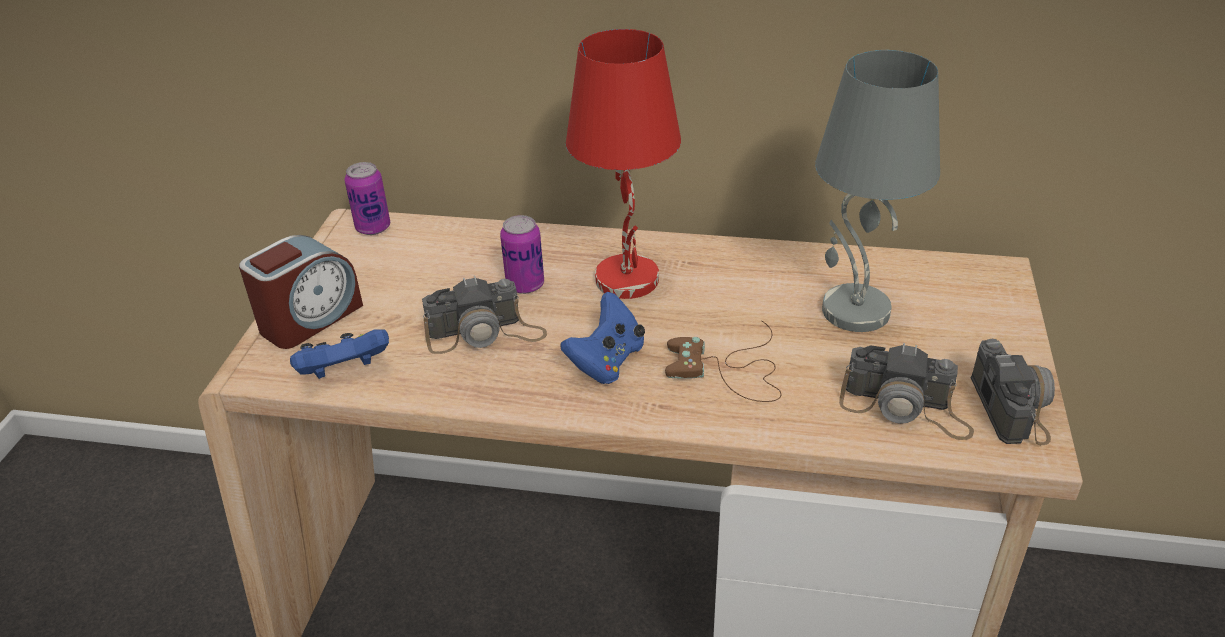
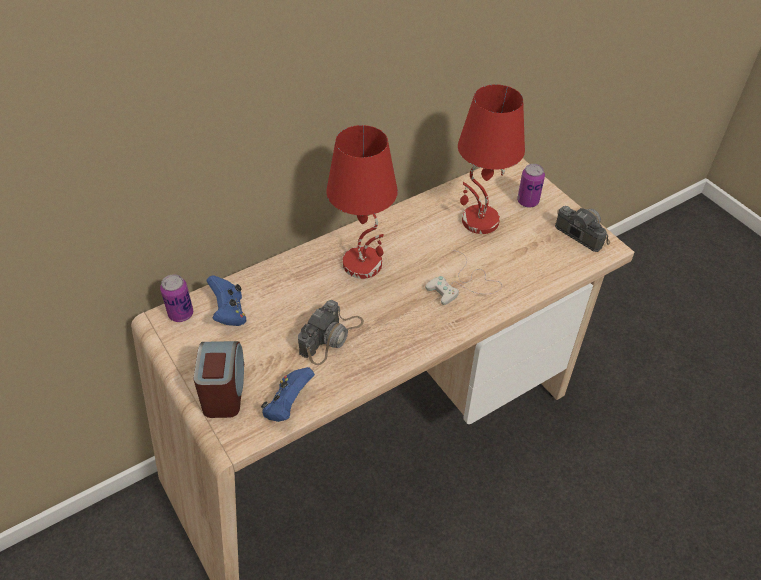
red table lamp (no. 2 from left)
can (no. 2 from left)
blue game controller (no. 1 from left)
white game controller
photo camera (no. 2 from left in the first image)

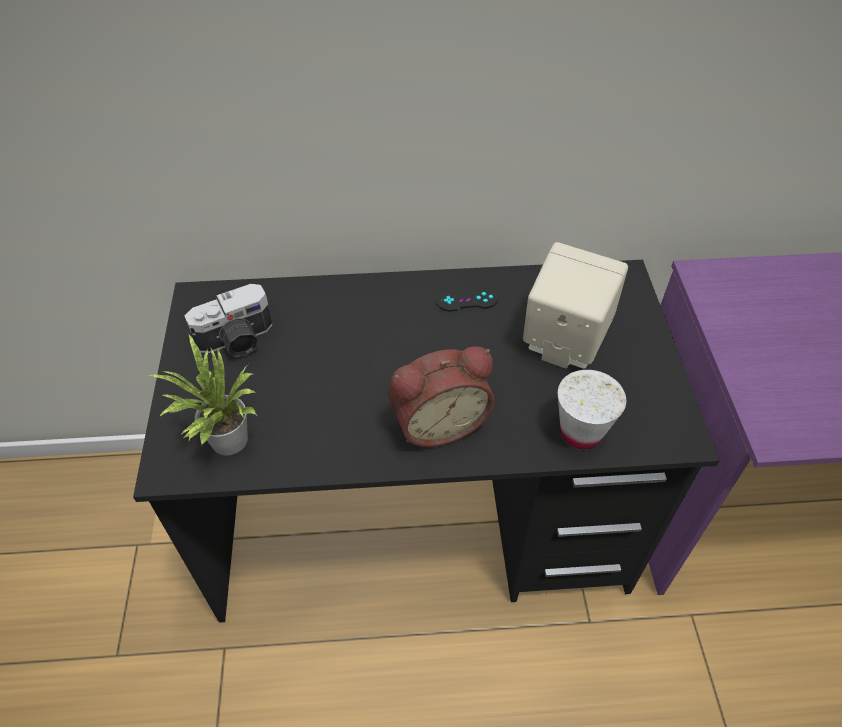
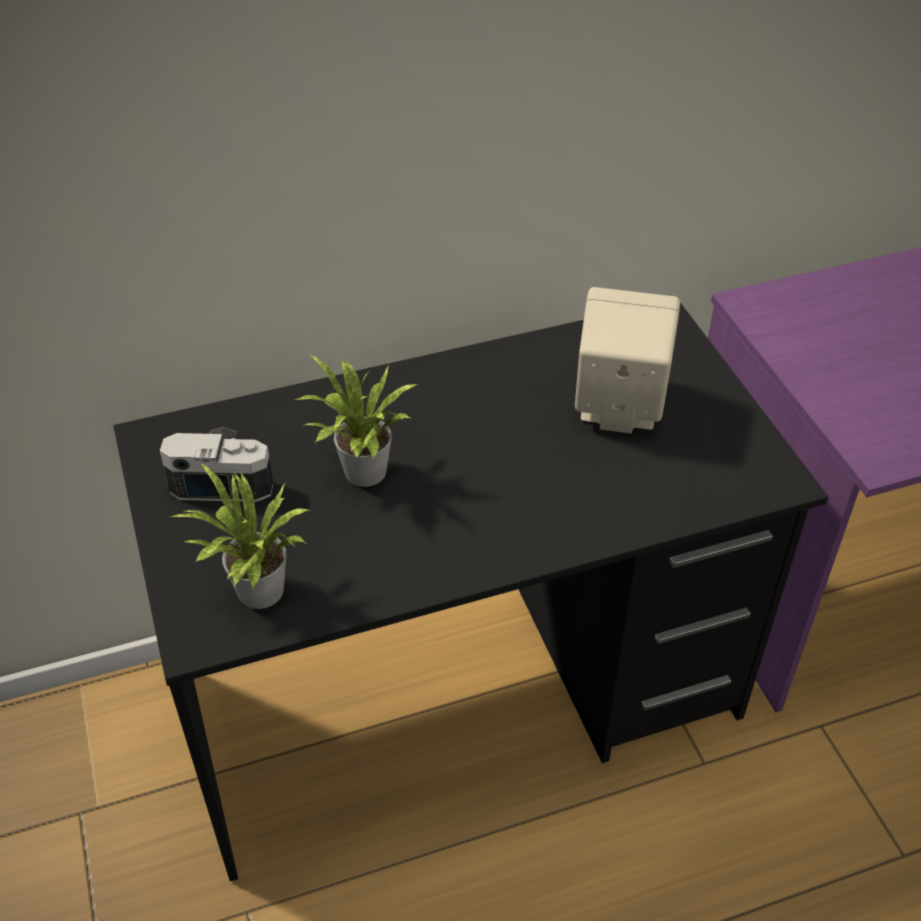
photo camera
black game controller
alarm clock
white cup
potted plant (no. 2 from left)

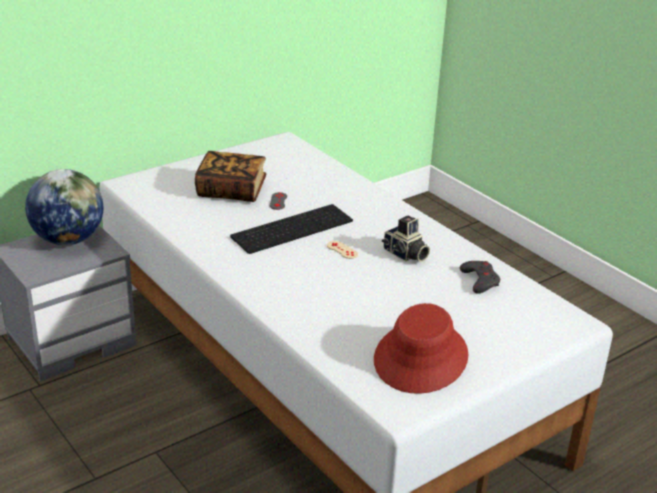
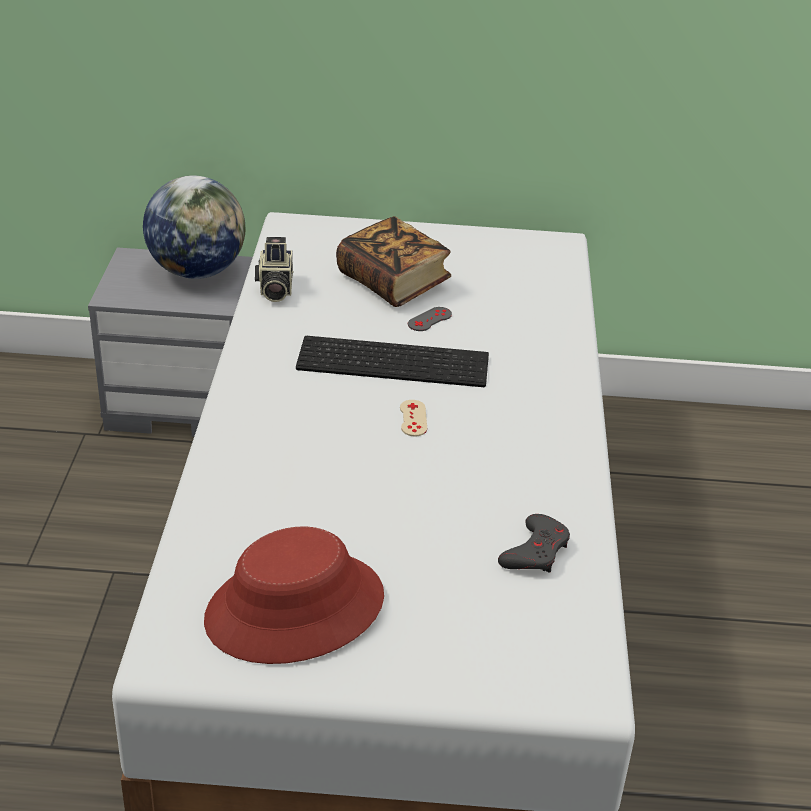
photo camera

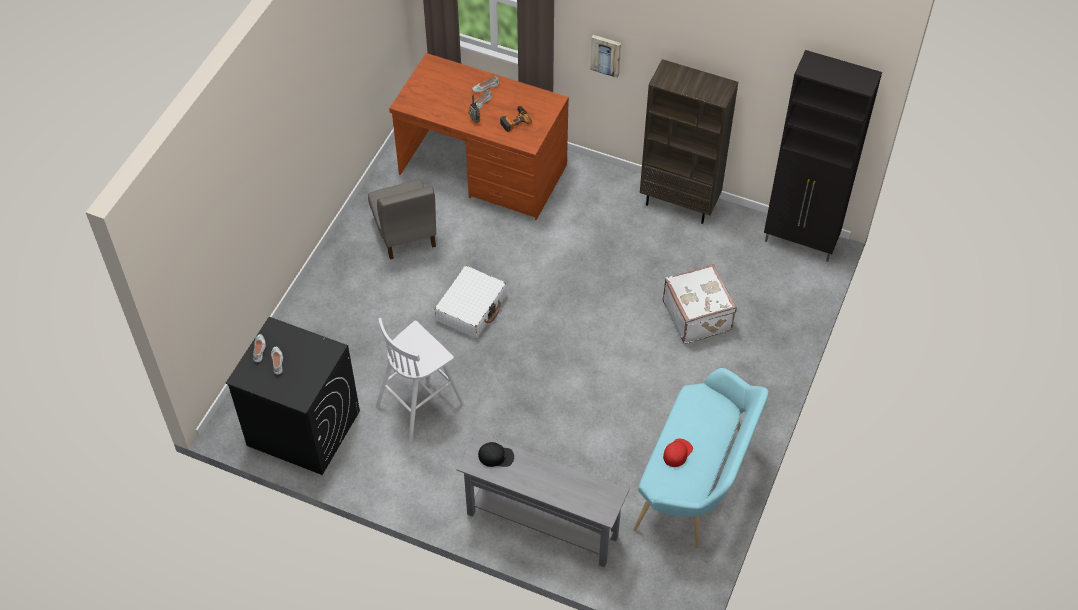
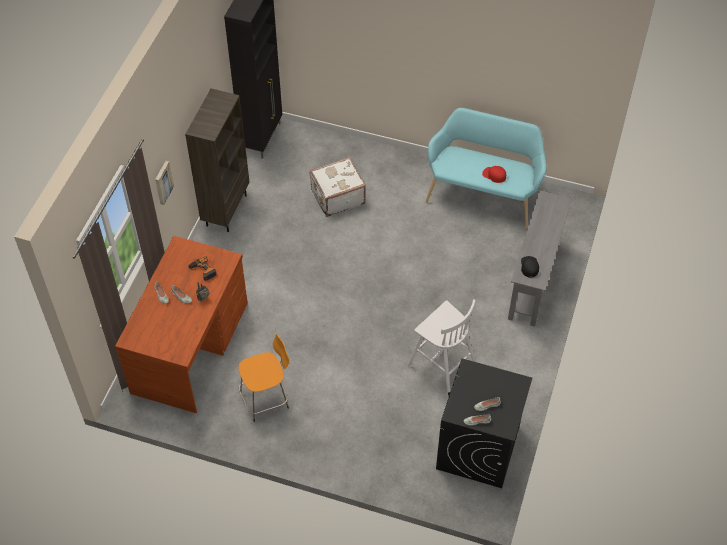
orange stool
white suitcase (no. 1 from left in the first image)

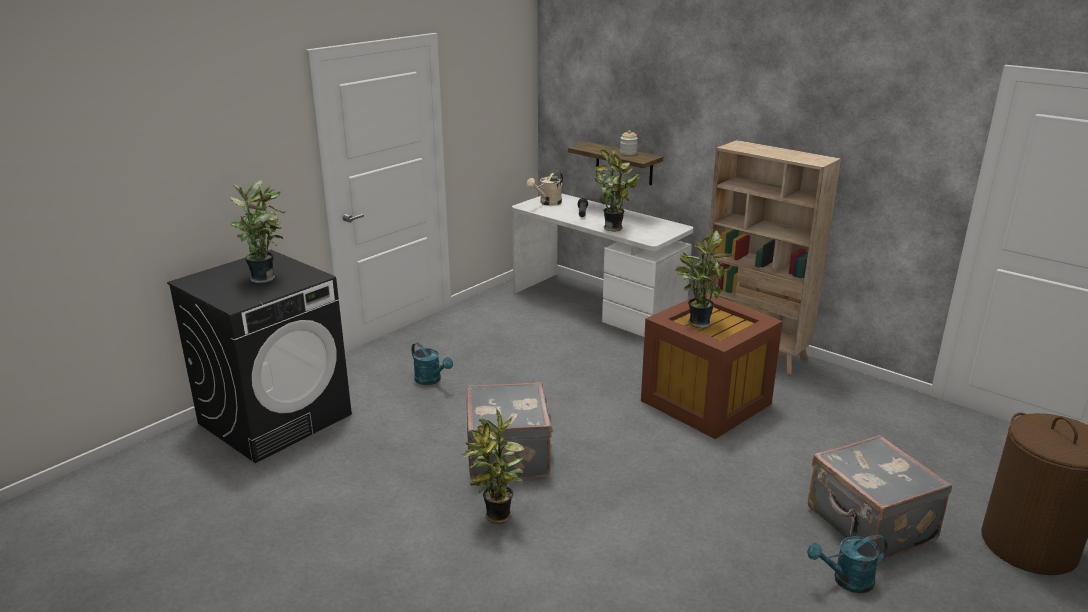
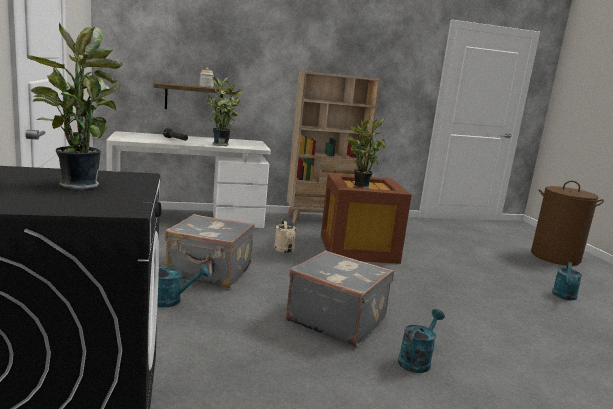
beige watering can
turquoise watering can (no. 2 from left)
grey suitcase (no. 1 from left)

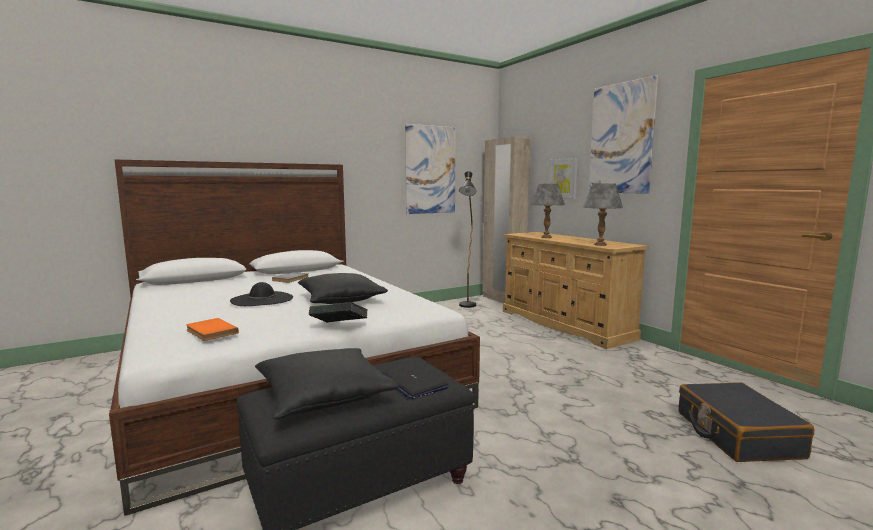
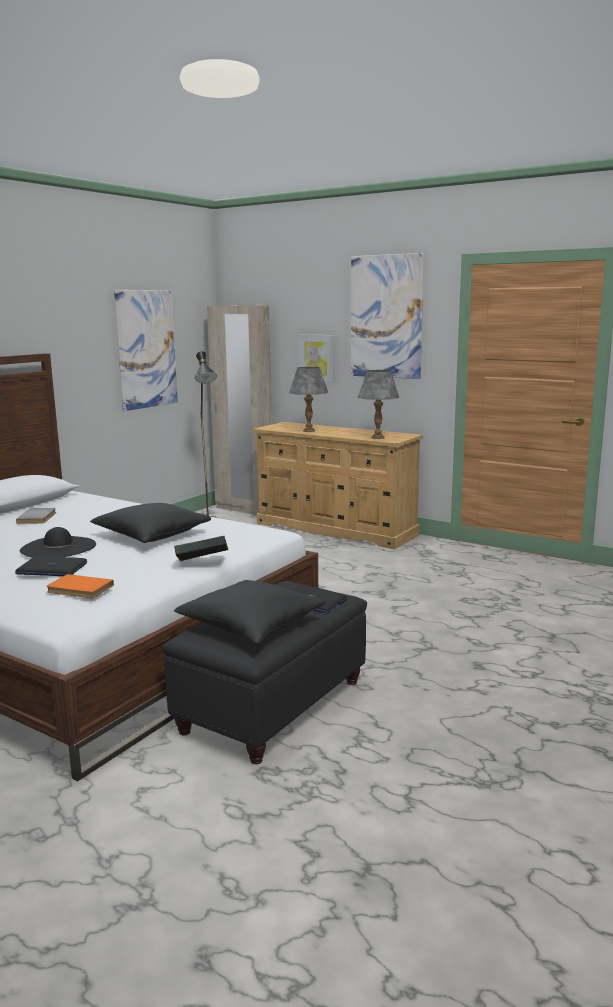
black suitcase
laptop (no. 1 from left)

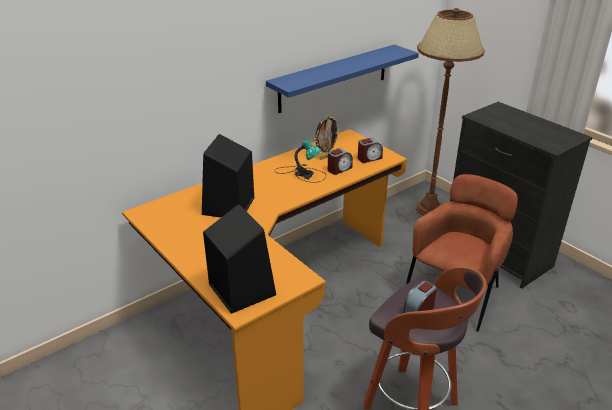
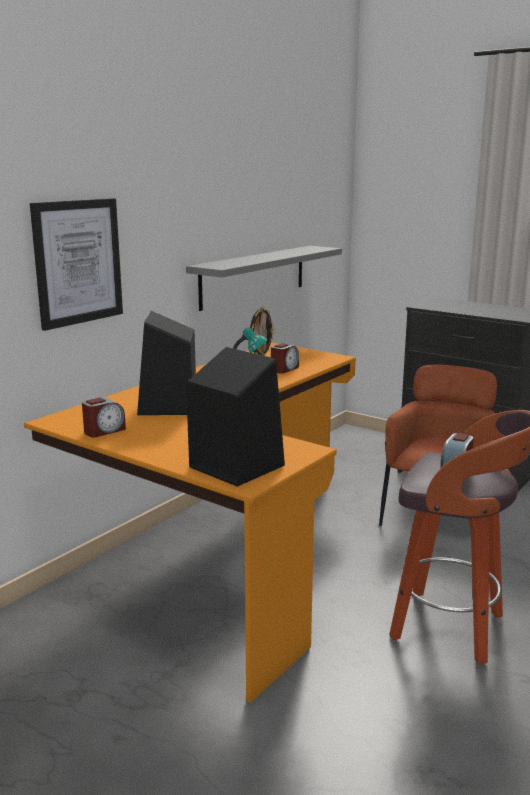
brown floor lamp
grey shelf
alarm clock (no. 1 from left)
picture

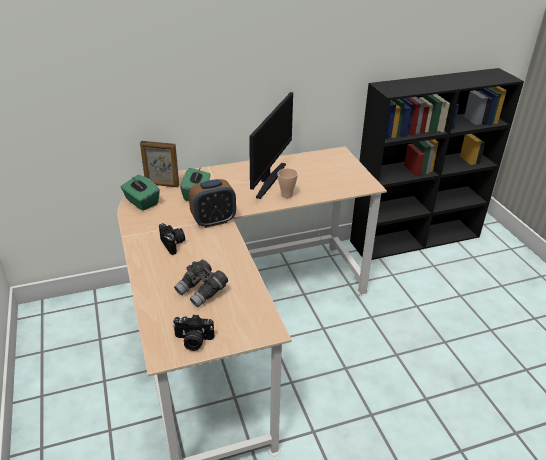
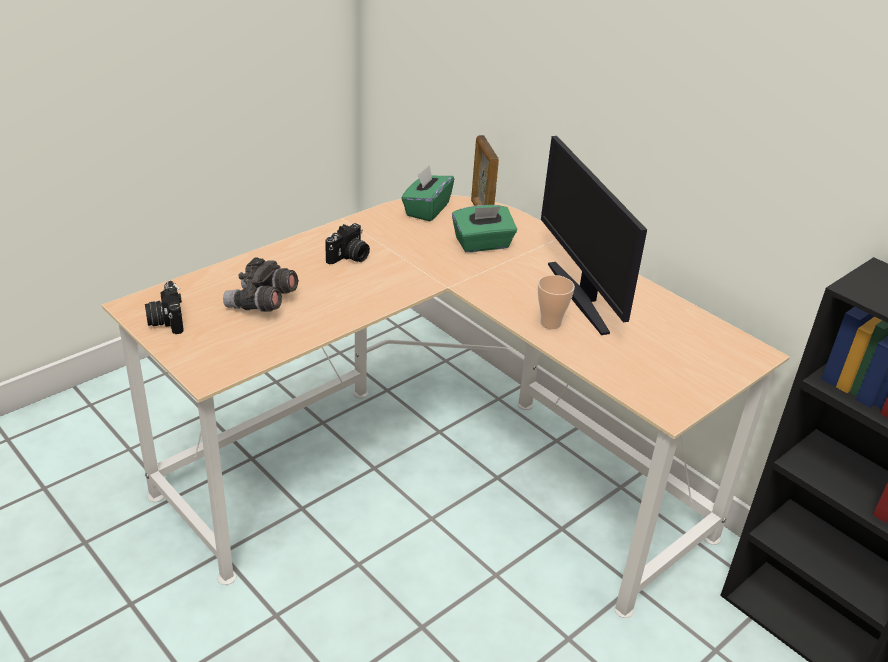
monitor
alarm clock

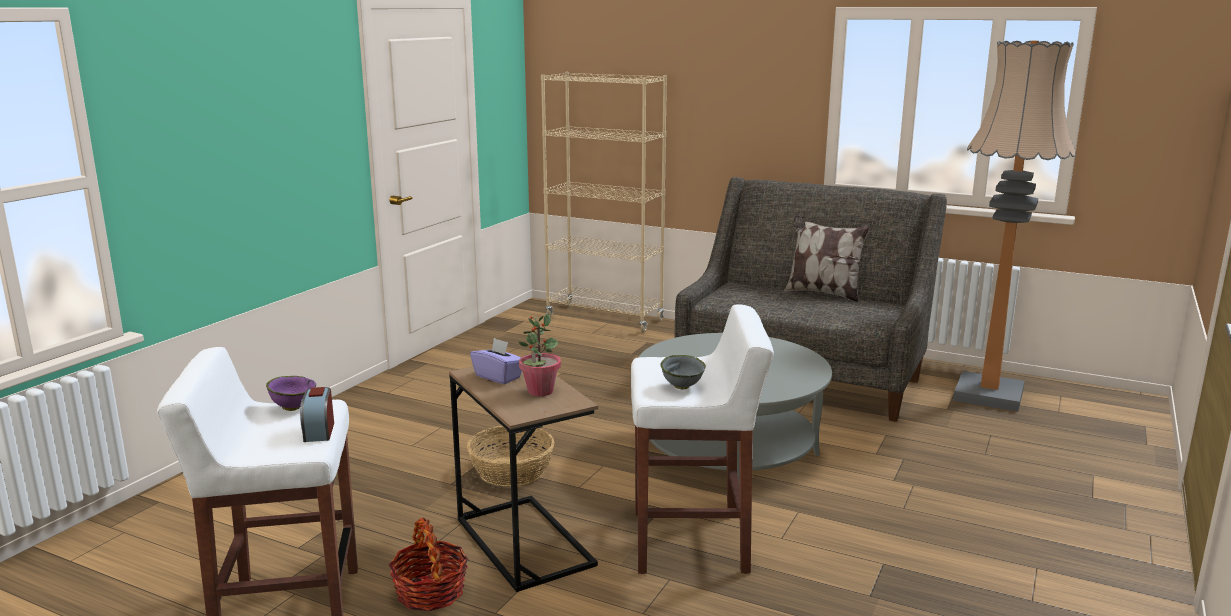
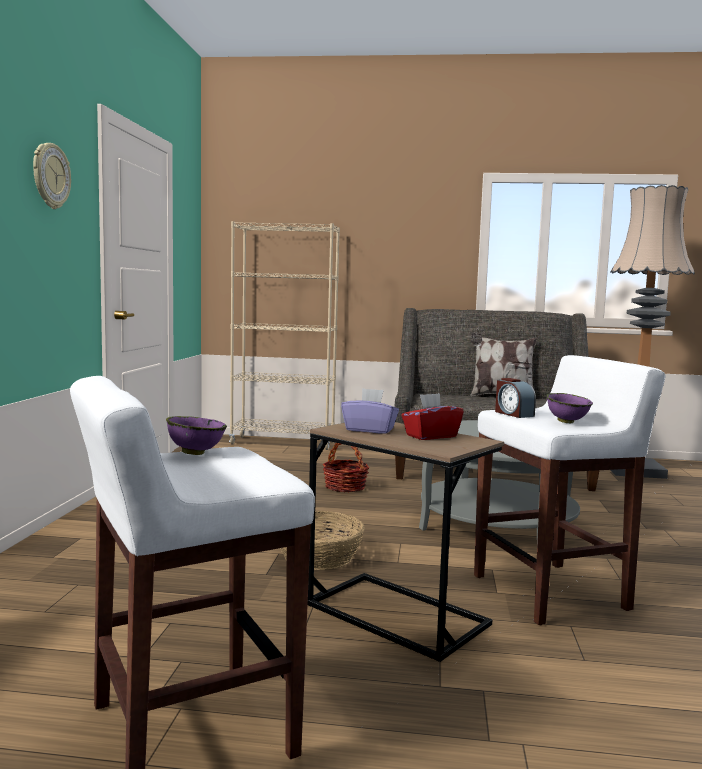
red tissue box
purple bowl (no. 2 from left)
alarm clock
basket (no. 2 from left)
wall clock

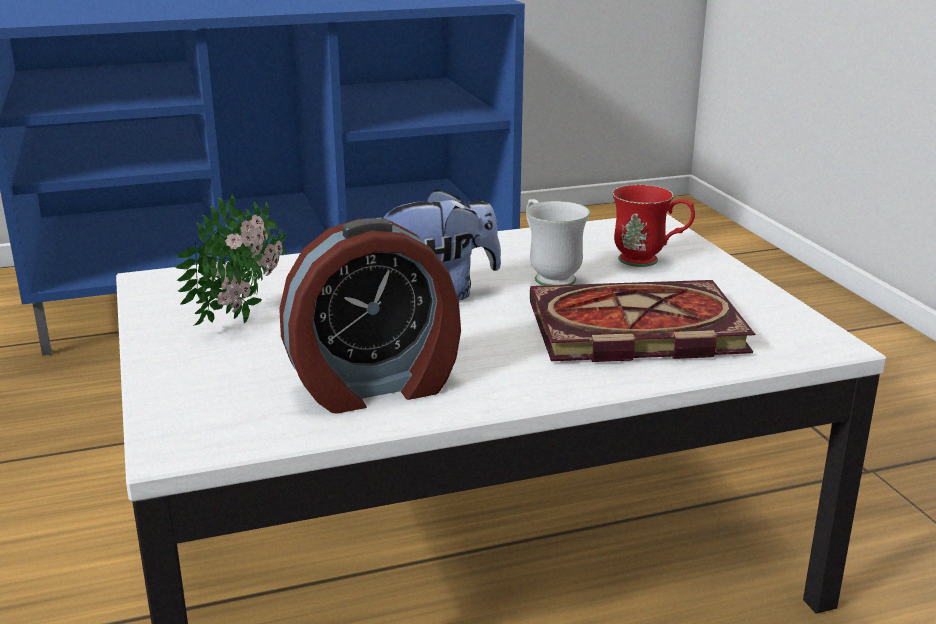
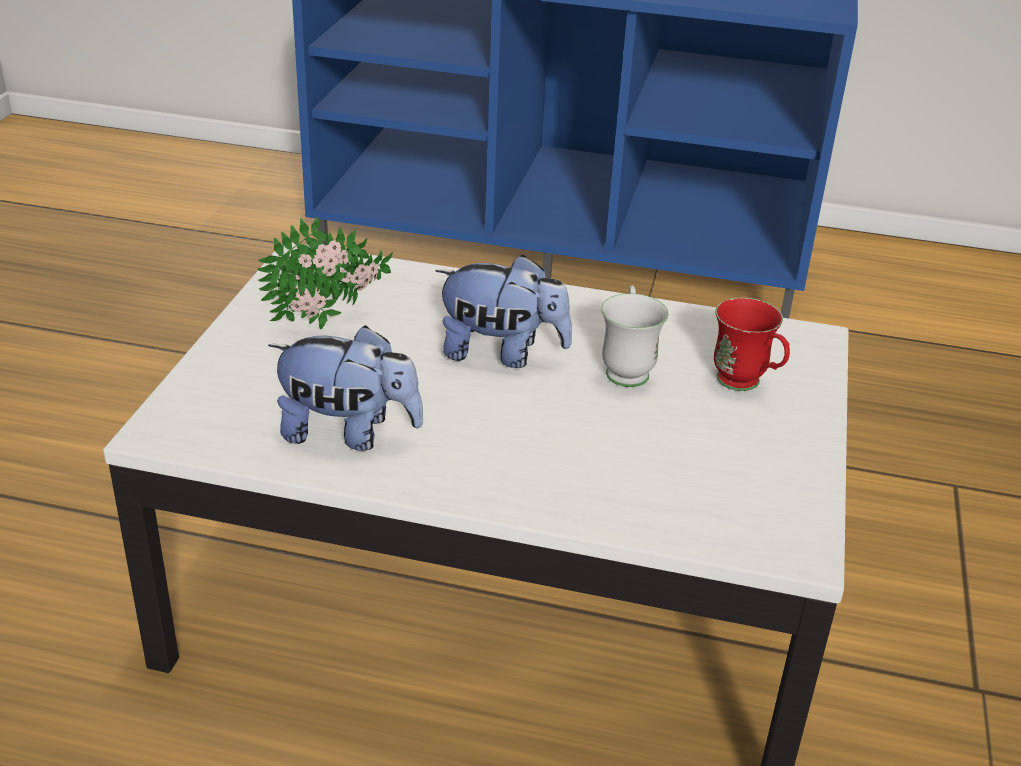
plush toy (no. 1 from left)
book

